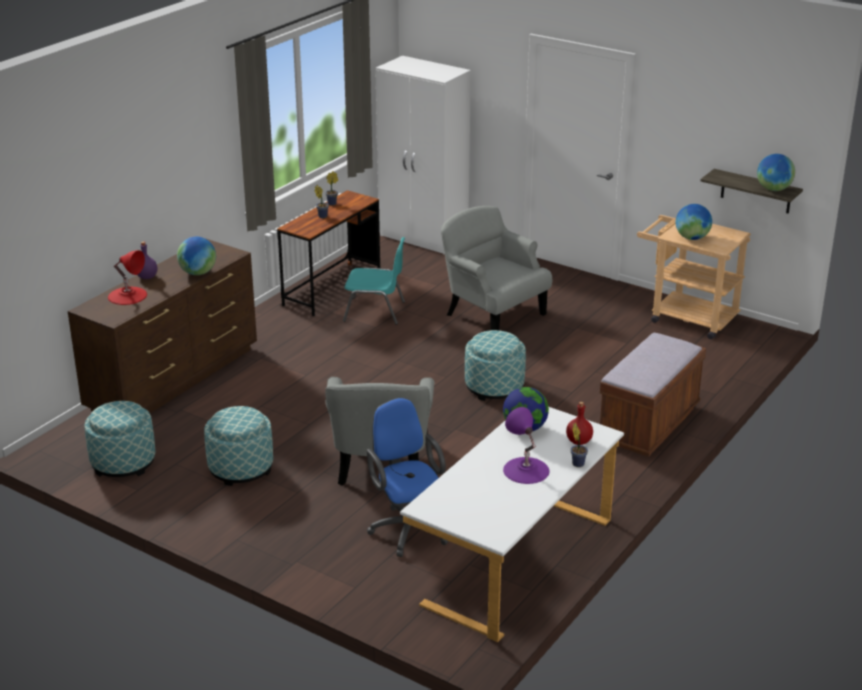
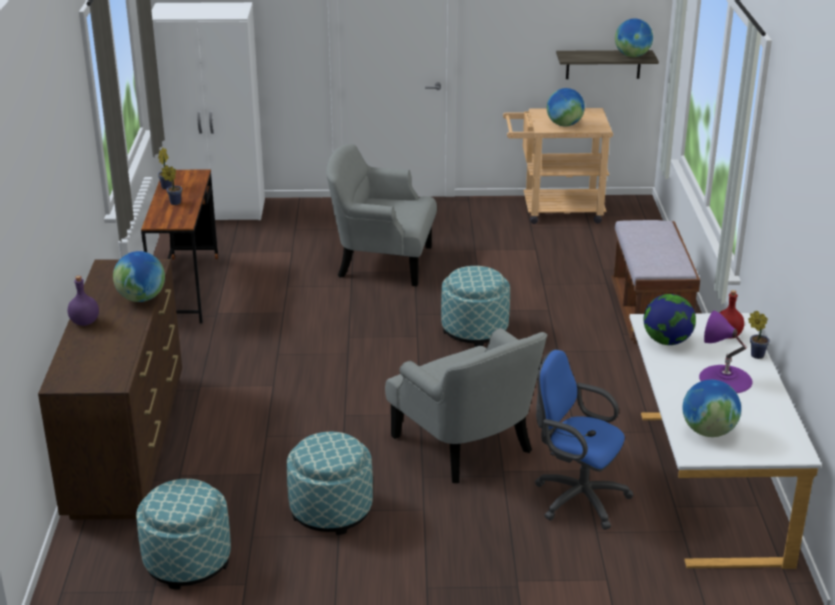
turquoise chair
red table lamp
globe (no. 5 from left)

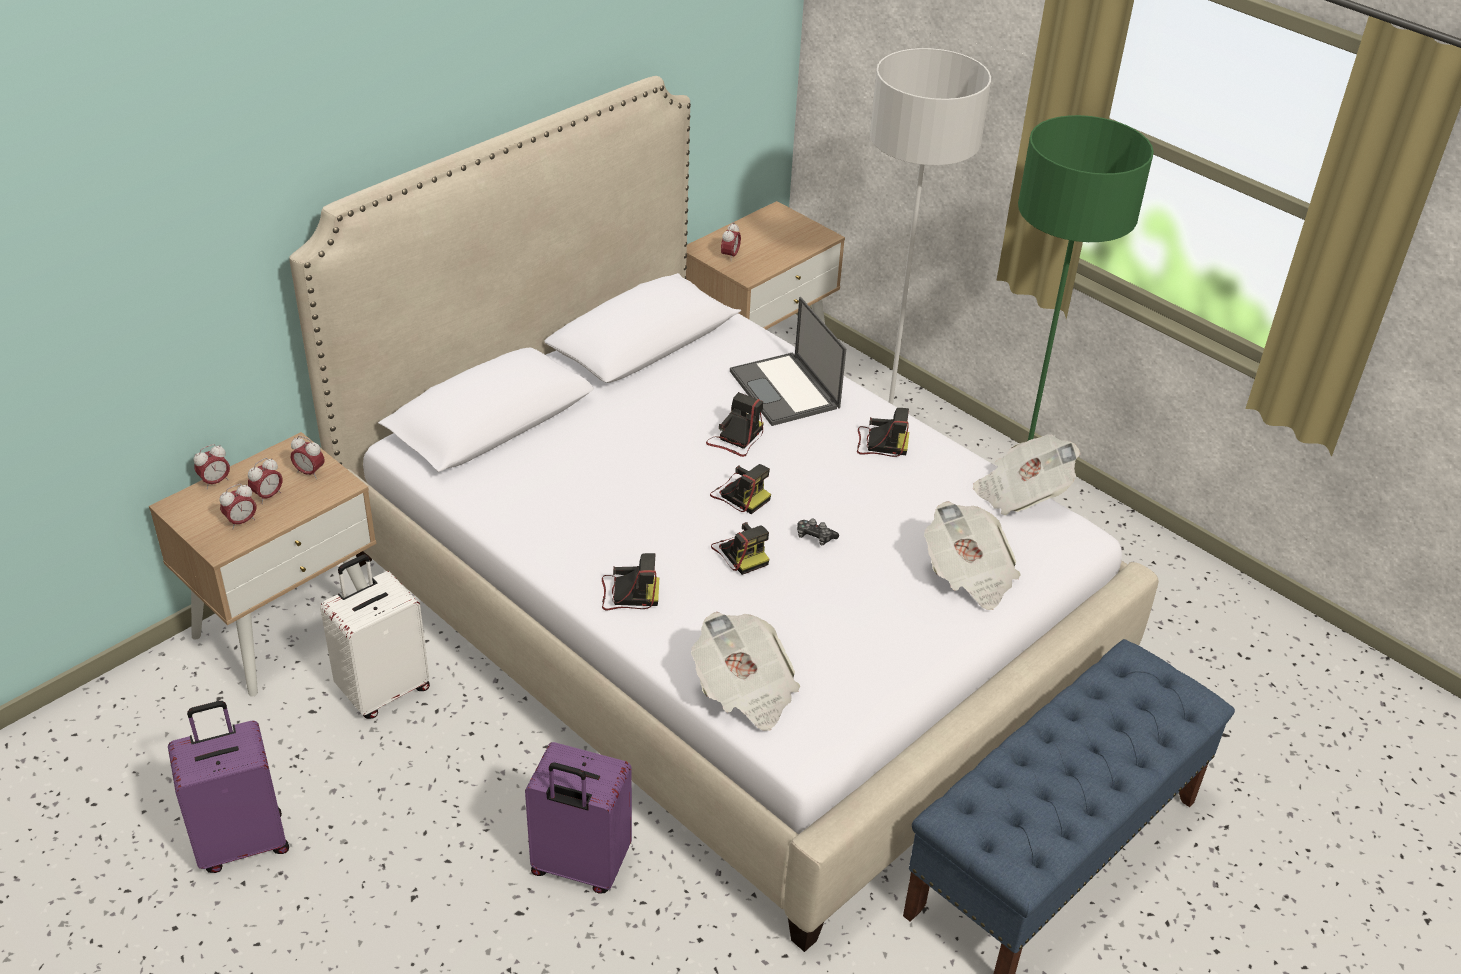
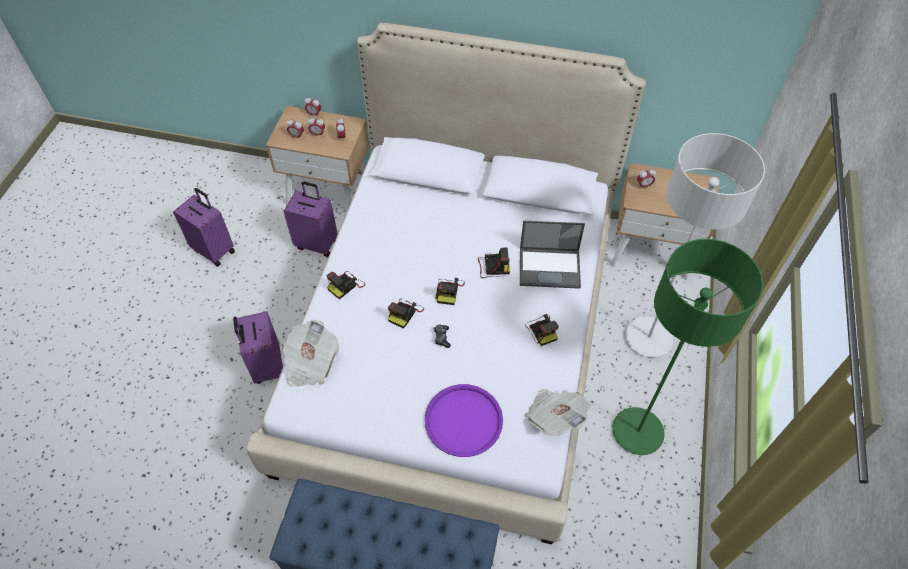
laptop
purple tray
photo camera (no. 1 from left)
purple suitcase (no. 3 from left)

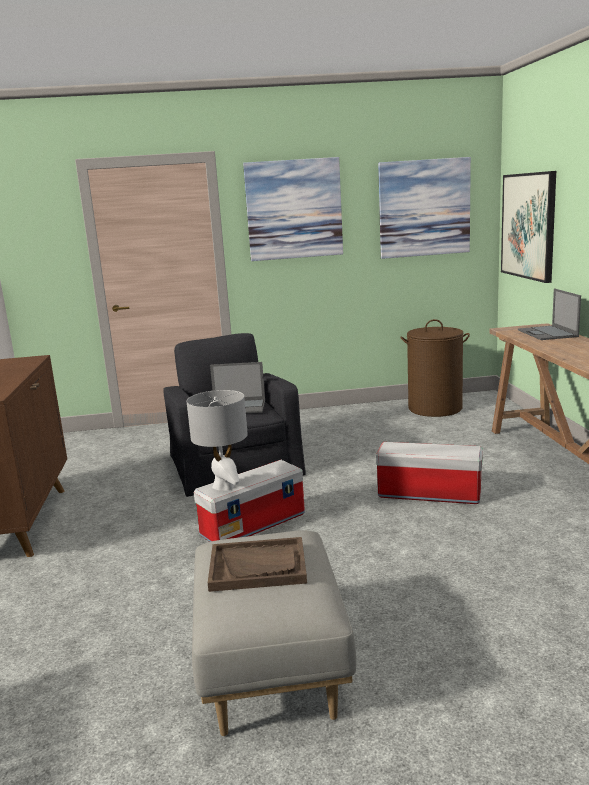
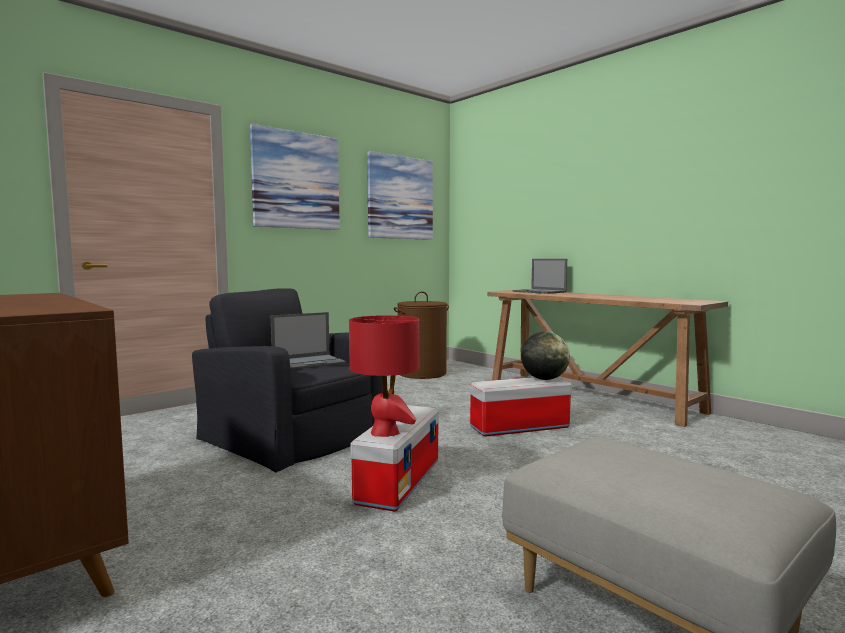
picture (no. 3 from left in the first image)
red table lamp
brown tray
globe

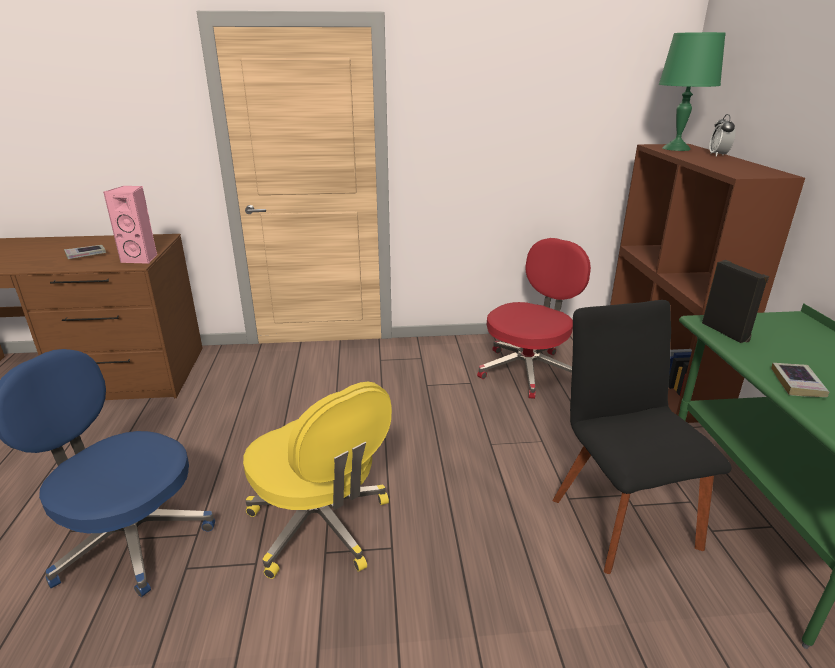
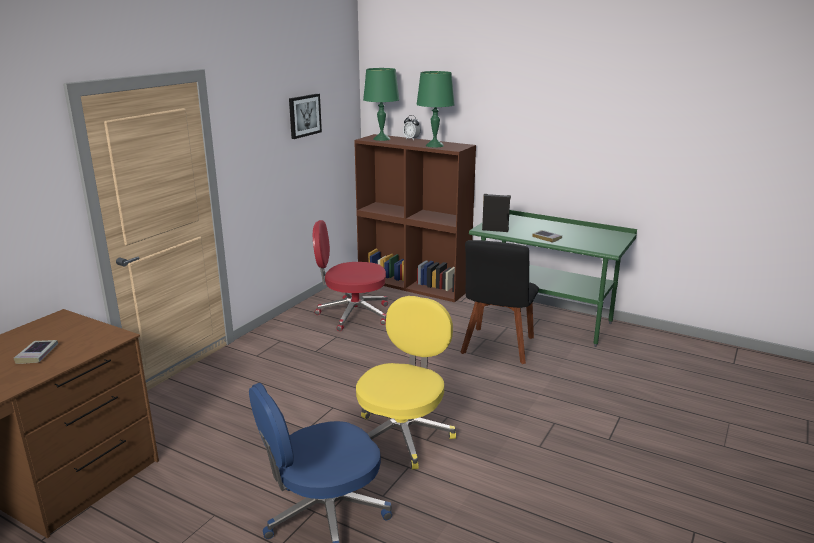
pink speaker
red office chair
black chair
yellow office chair
green table lamp (no. 2 from left)
picture

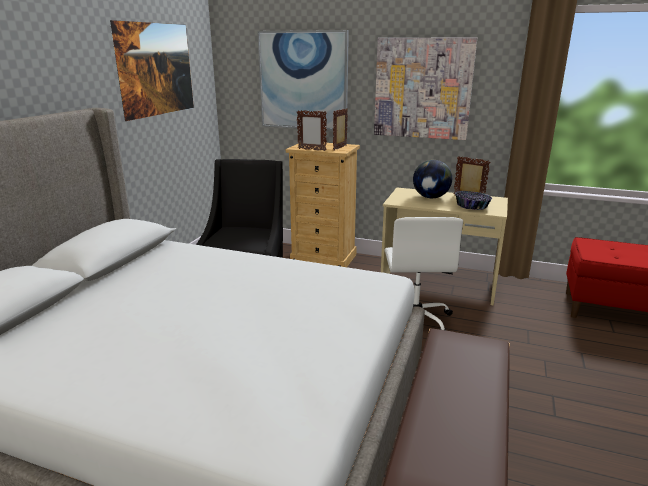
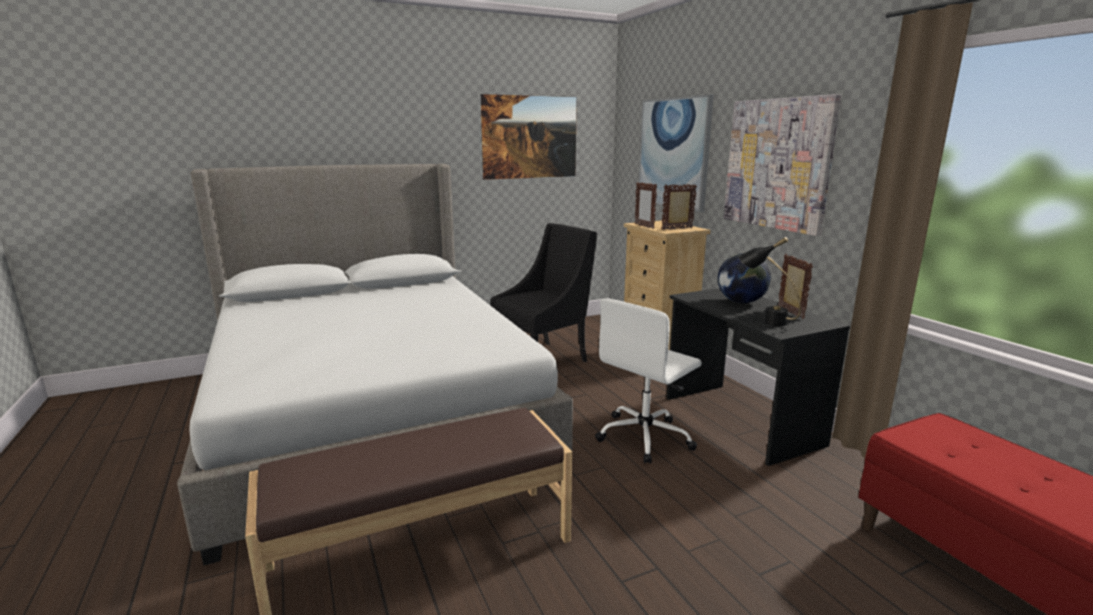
black desk
black table lamp

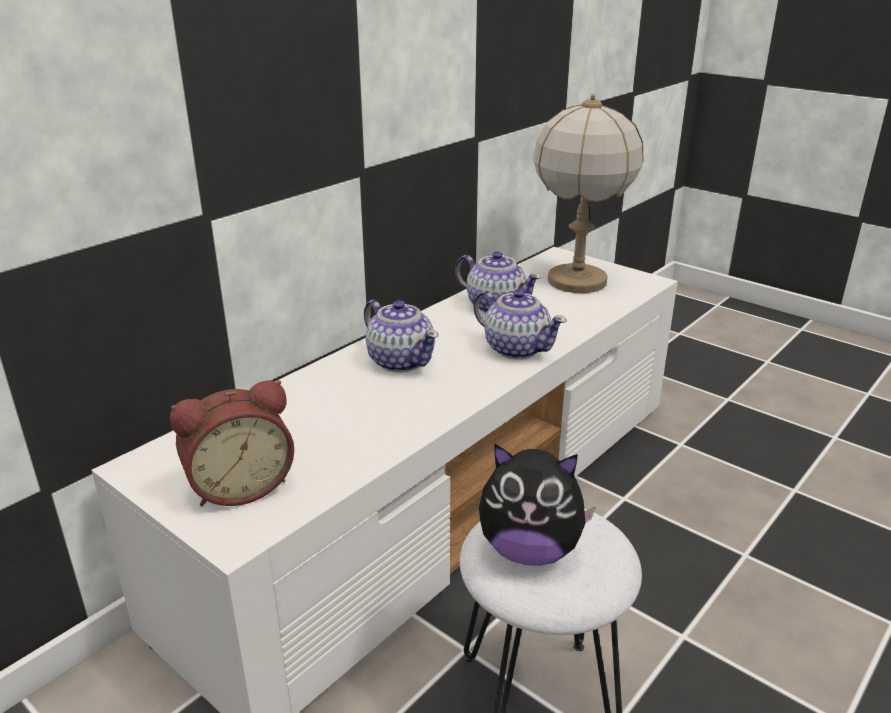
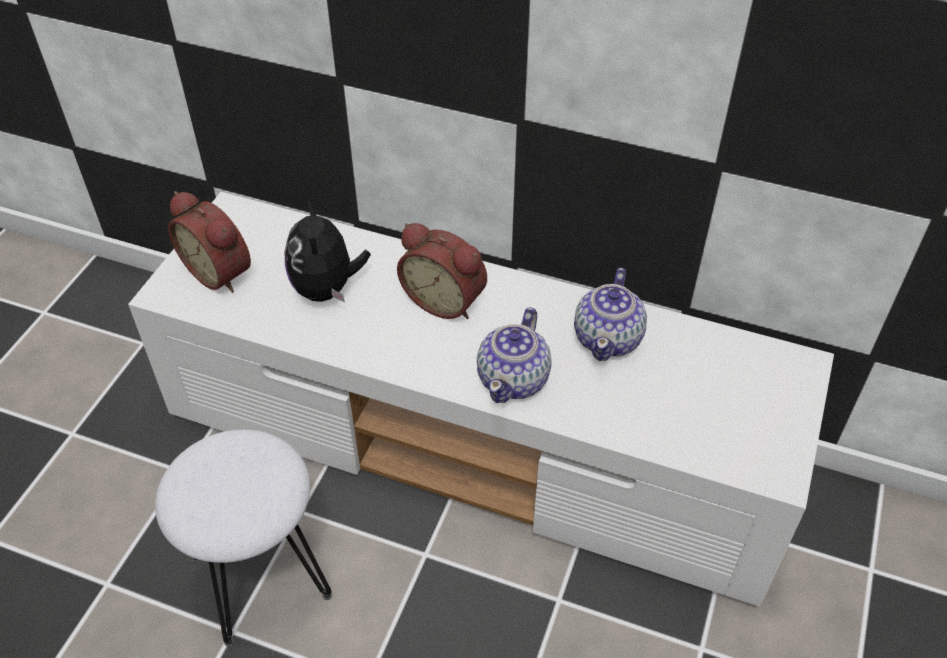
table lamp
alarm clock (no. 2 from left)
plush toy

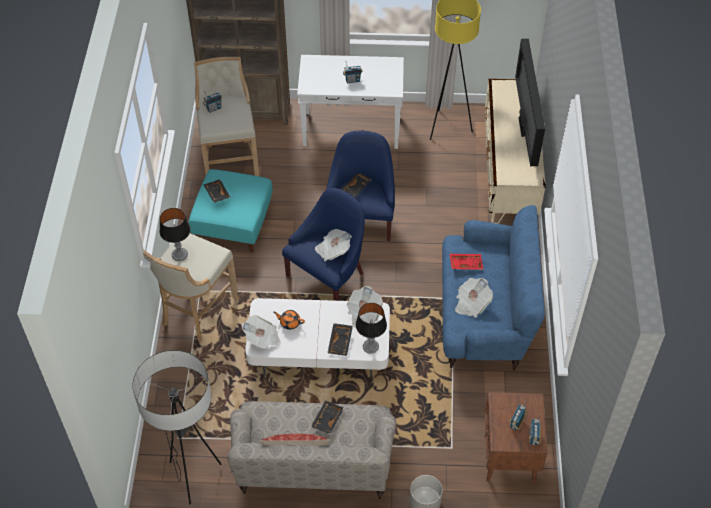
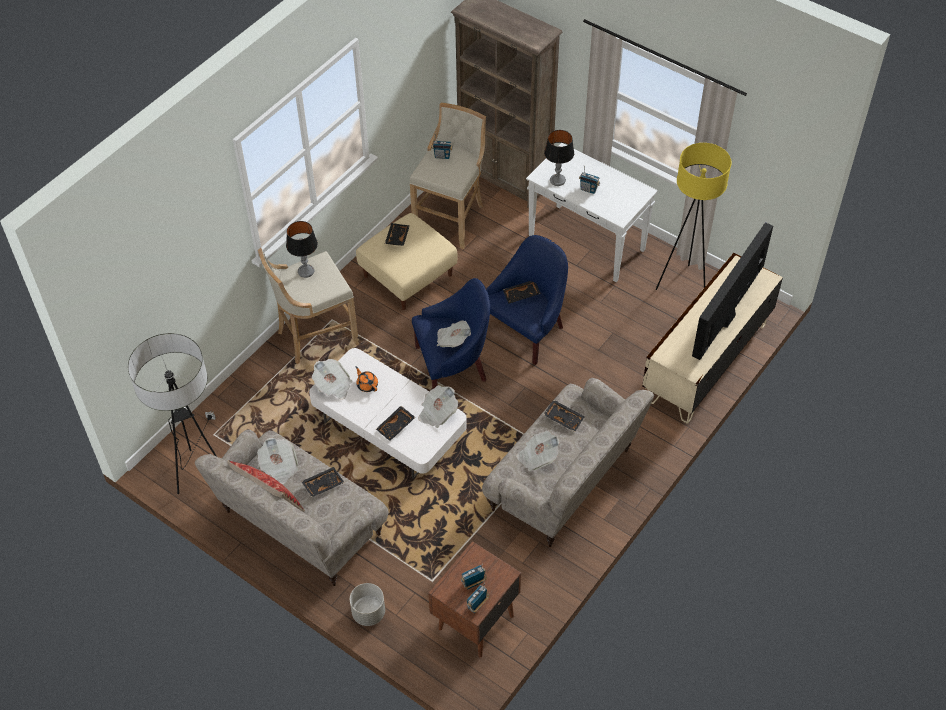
beige ottoman
beige sofa (no. 2 from left)
black tray (no. 5 from left)
table lamp (no. 2 from left)
newspaper (no. 1 from left)

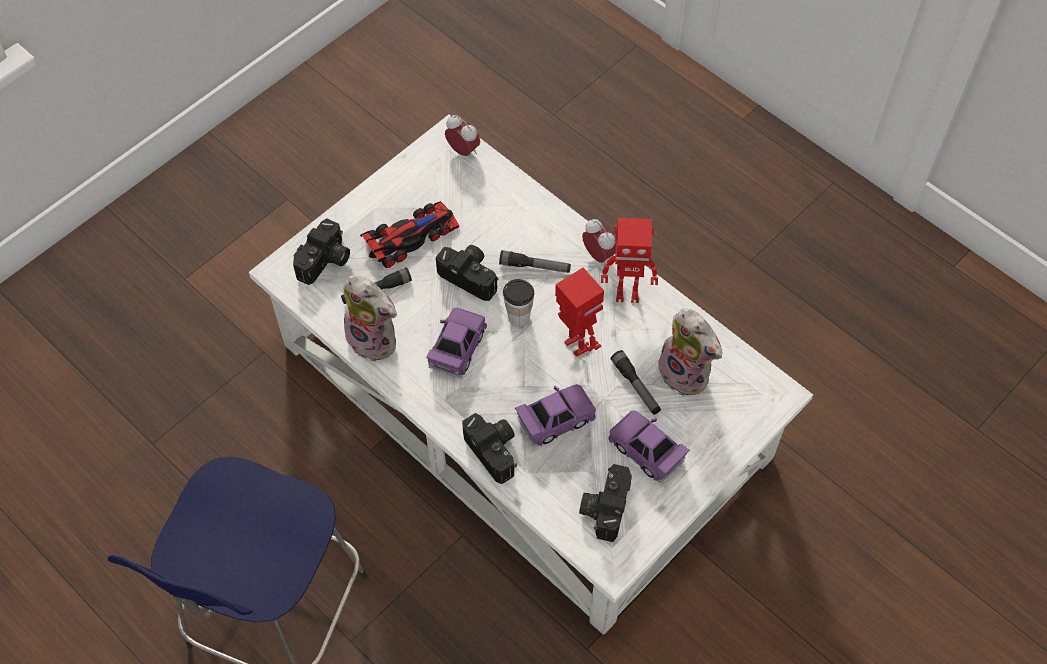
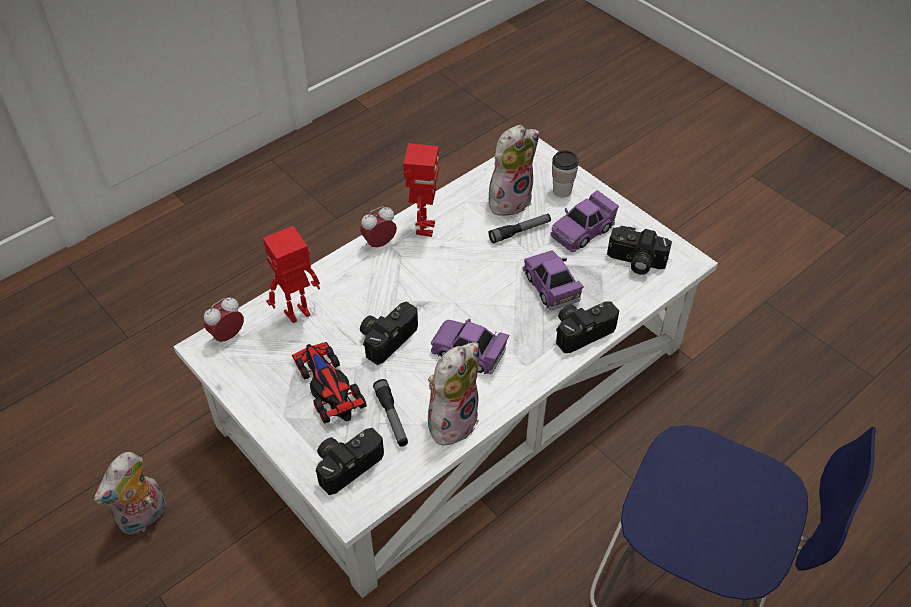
photo camera (no. 1 from left)
flashlight (no. 2 from left in the first image)
toy robot (no. 1 from left)
cup
plush toy (no. 1 from left)

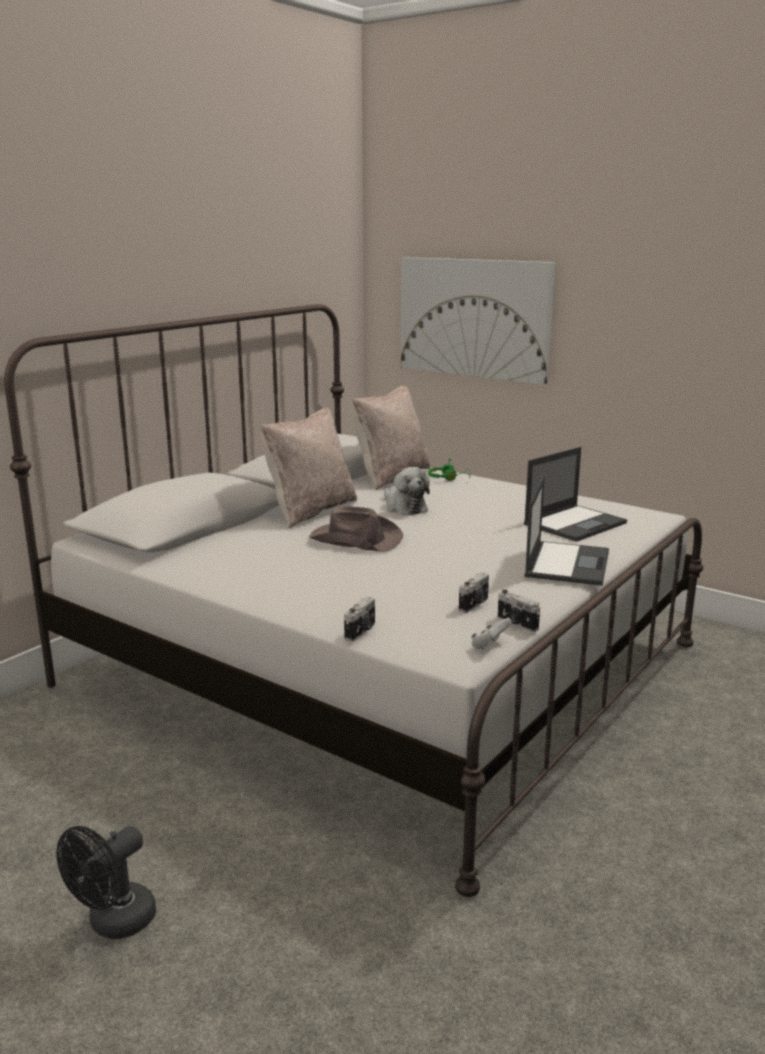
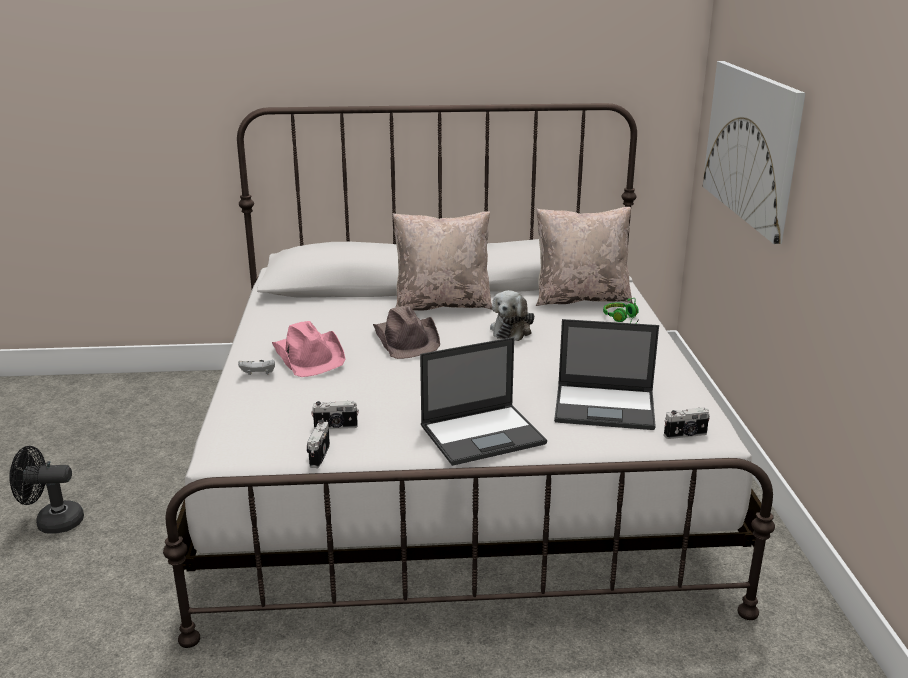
photo camera (no. 3 from left)
white game controller
pink hat

